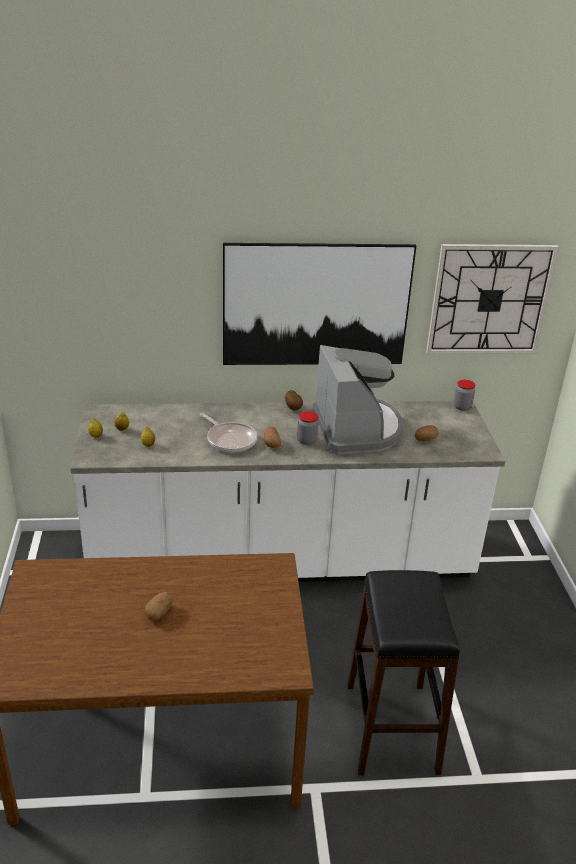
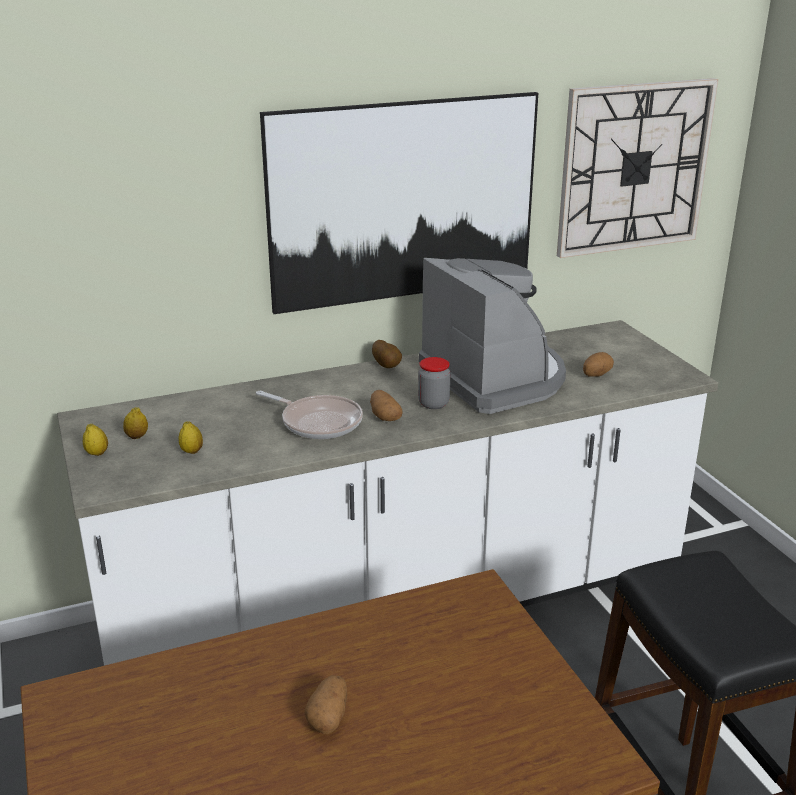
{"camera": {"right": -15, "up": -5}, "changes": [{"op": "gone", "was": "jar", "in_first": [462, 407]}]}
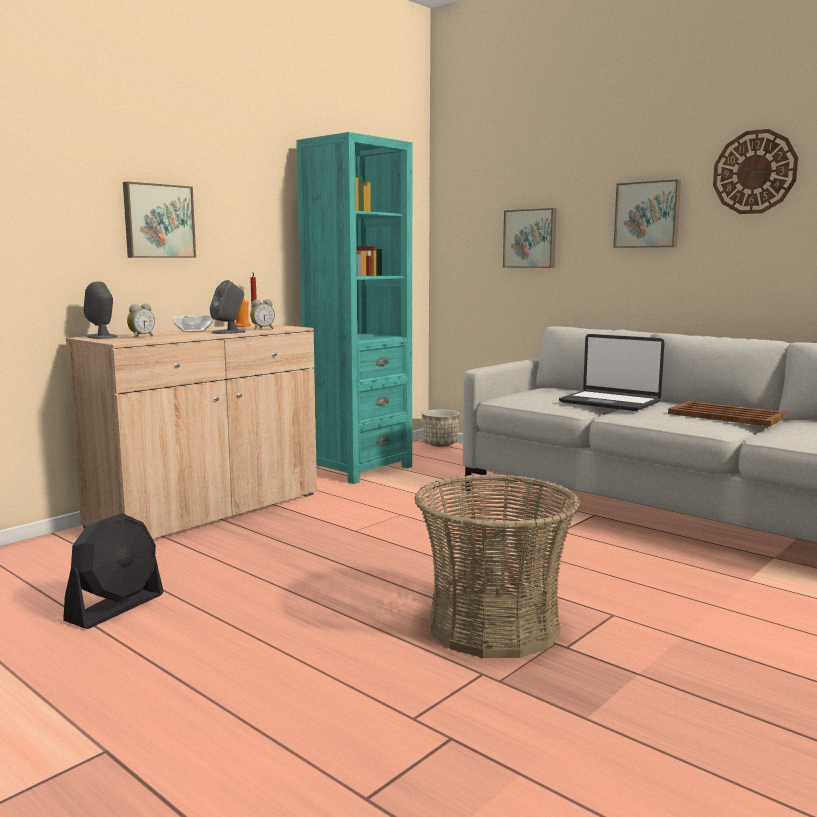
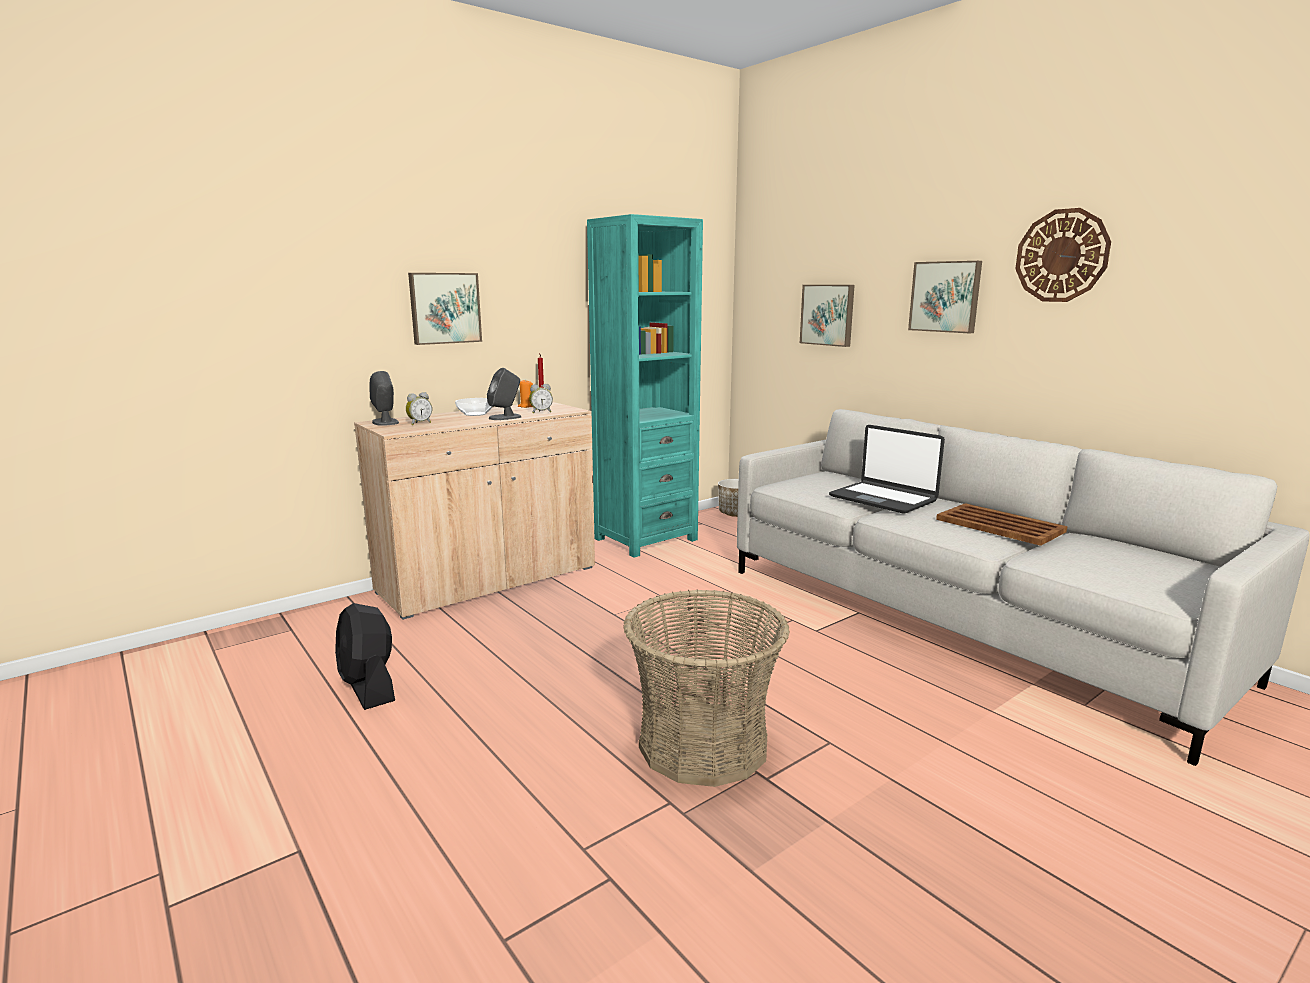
{"camera": {"right": 10, "up": 5}, "changes": [{"op": "rotated", "was": "black fan", "in_first": [116, 607], "in_second": [368, 687], "clockwise": 105}]}
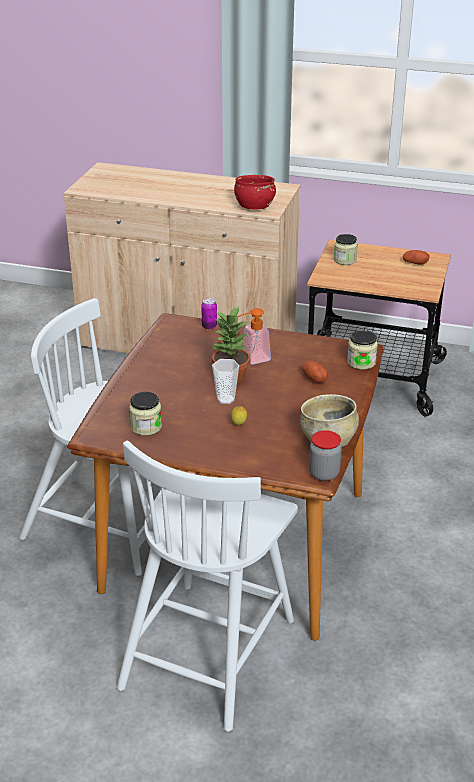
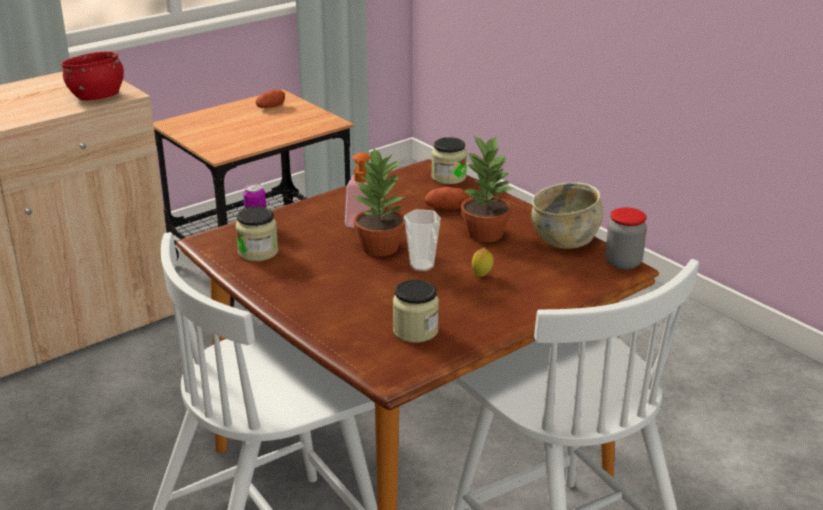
{"camera": {"right": -55, "up": -5}, "changes": [{"op": "shifted", "was": "jar", "in_first": [344, 260], "in_second": [258, 252]}, {"op": "new", "now": "potted plant", "in_second": [485, 233]}]}
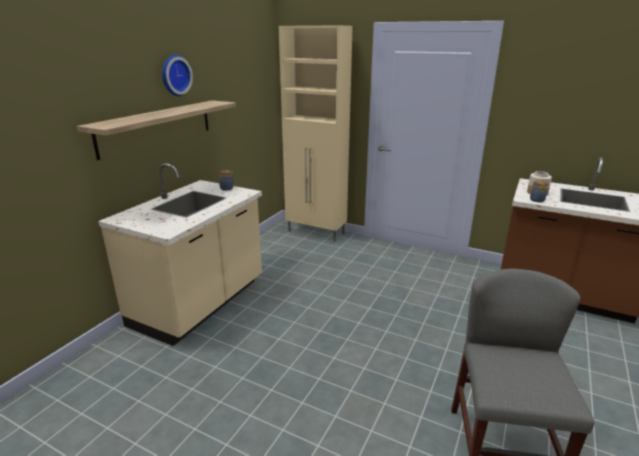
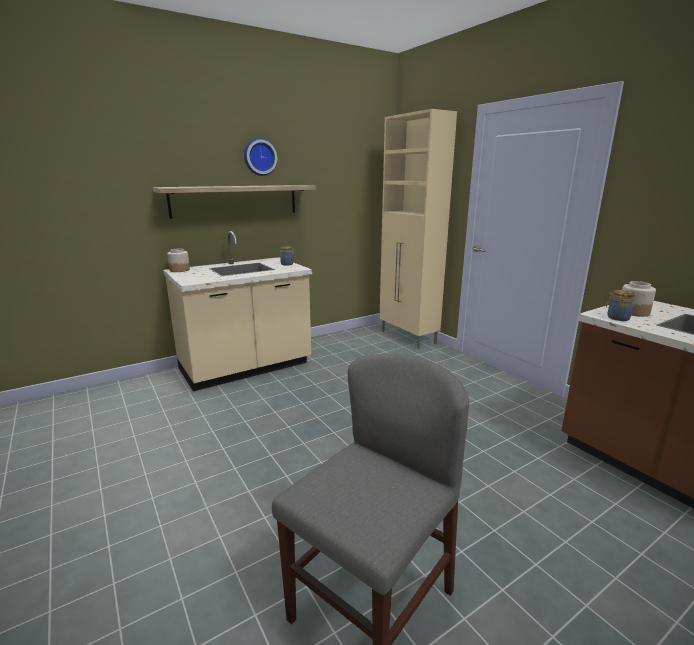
{"camera": {"right": 30, "up": -5}, "changes": [{"op": "new", "now": "jar", "in_second": [180, 270]}]}
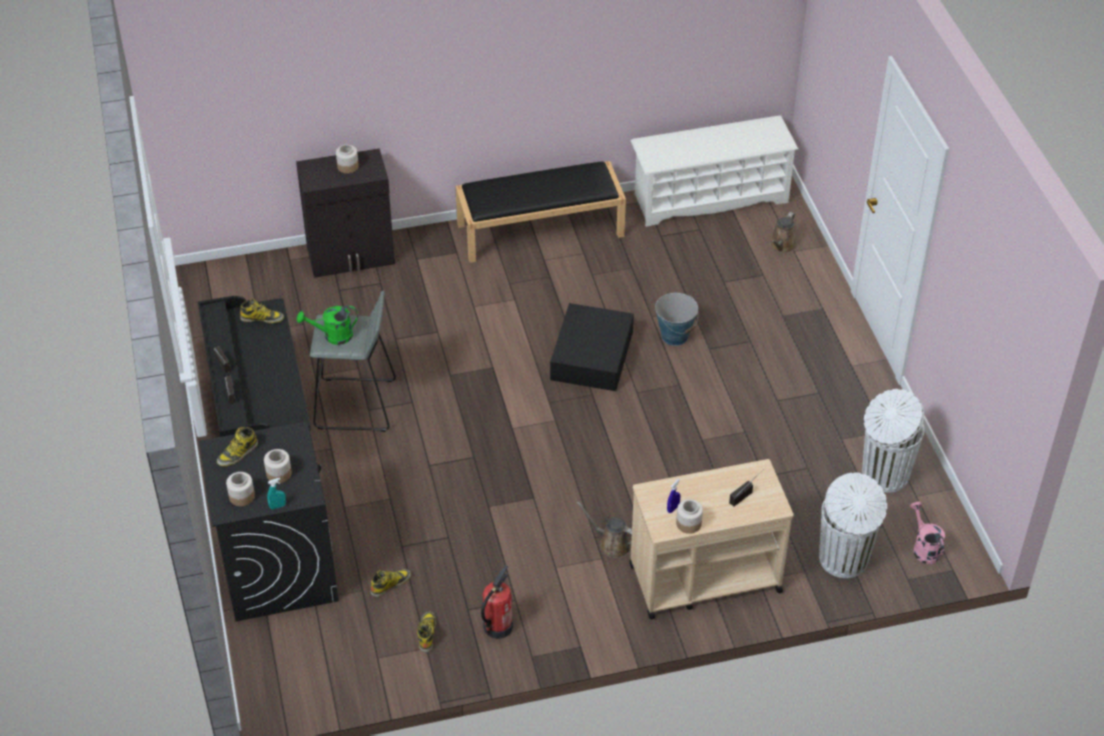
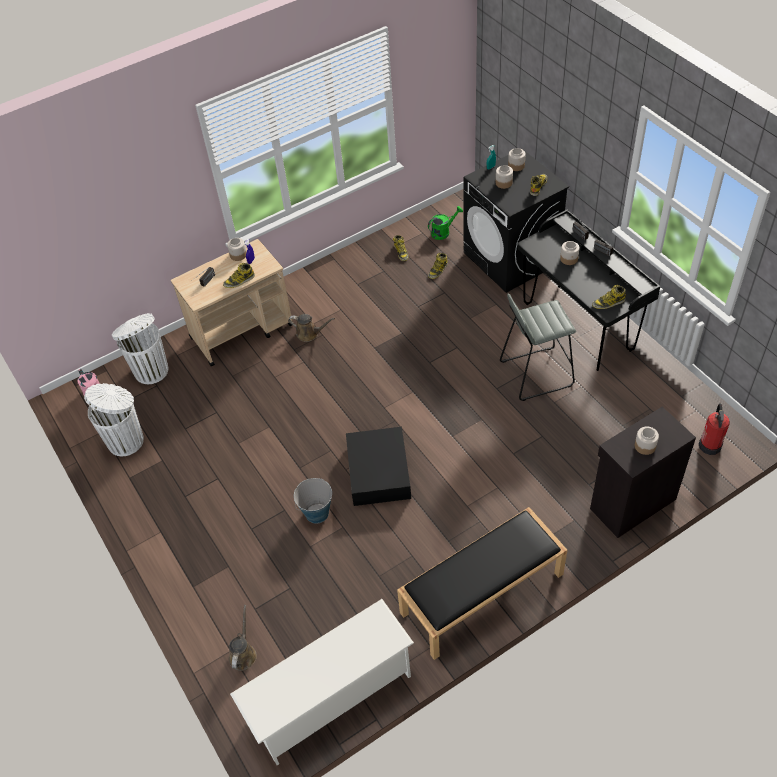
{"camera": {"right": 165, "up": 5}, "changes": [{"op": "shifted", "was": "green watering can", "in_first": [333, 336], "in_second": [443, 232]}, {"op": "shifted", "was": "fire extinguisher", "in_first": [497, 627], "in_second": [710, 445]}, {"op": "new", "now": "jar", "in_second": [569, 259]}, {"op": "new", "now": "boot", "in_second": [239, 281]}]}
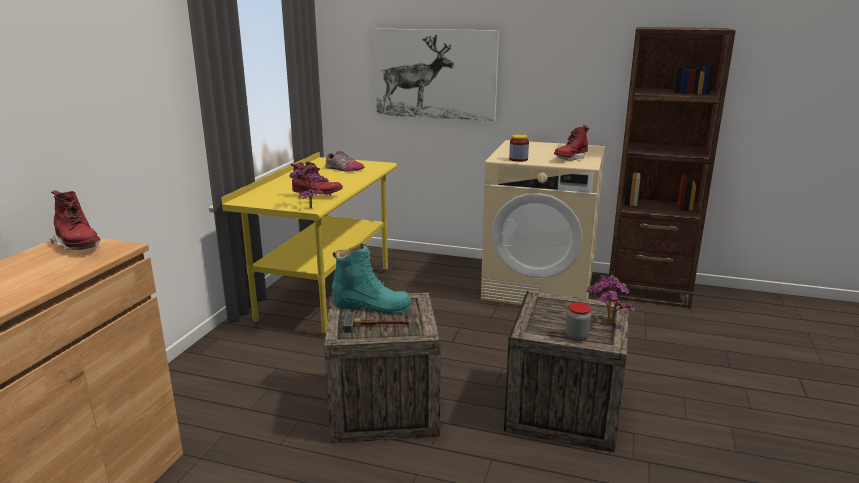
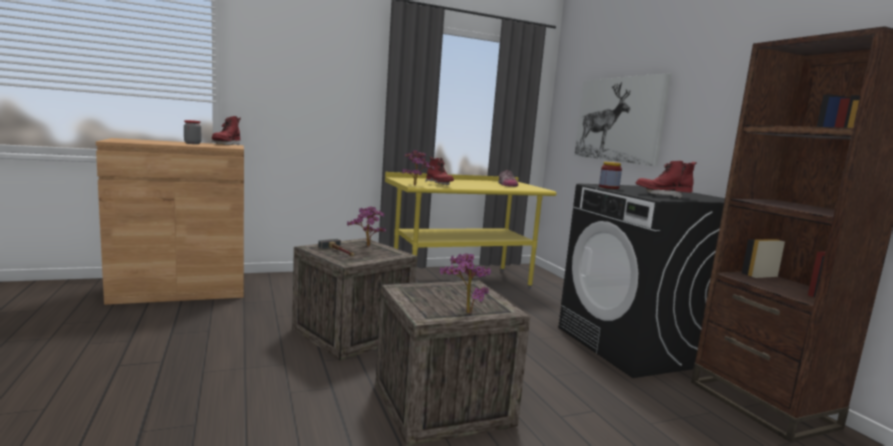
{"camera": {"right": 50, "up": -10}, "changes": [{"op": "repainted", "was": "beige washing machine", "now": "black washing machine", "in_first": [539, 287], "in_second": [635, 346]}, {"op": "swapped", "was": "turquoise boot", "now": "potted plant", "in_first": [371, 306], "in_second": [367, 247]}, {"op": "shifted", "was": "jar", "in_first": [576, 337], "in_second": [192, 143]}]}
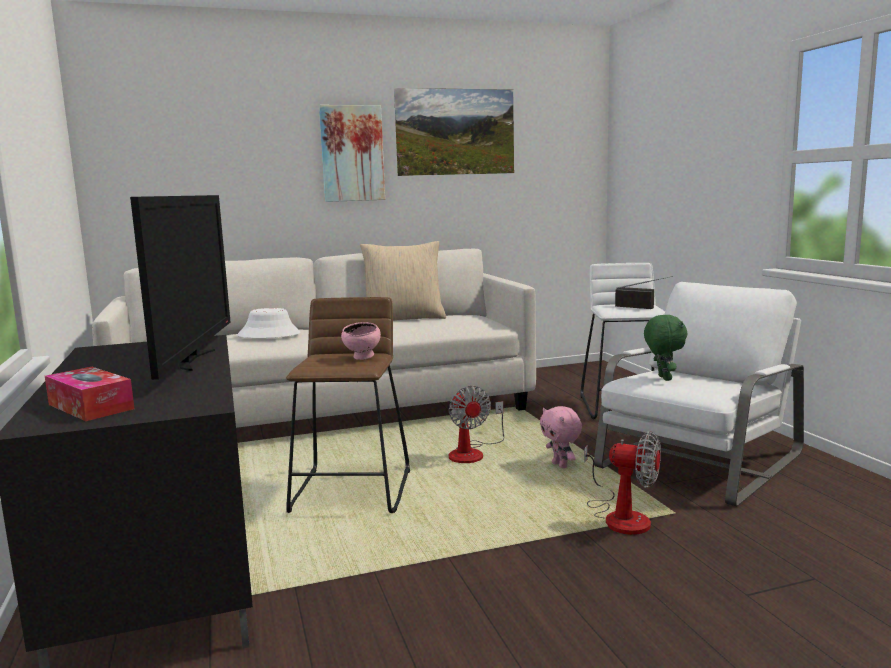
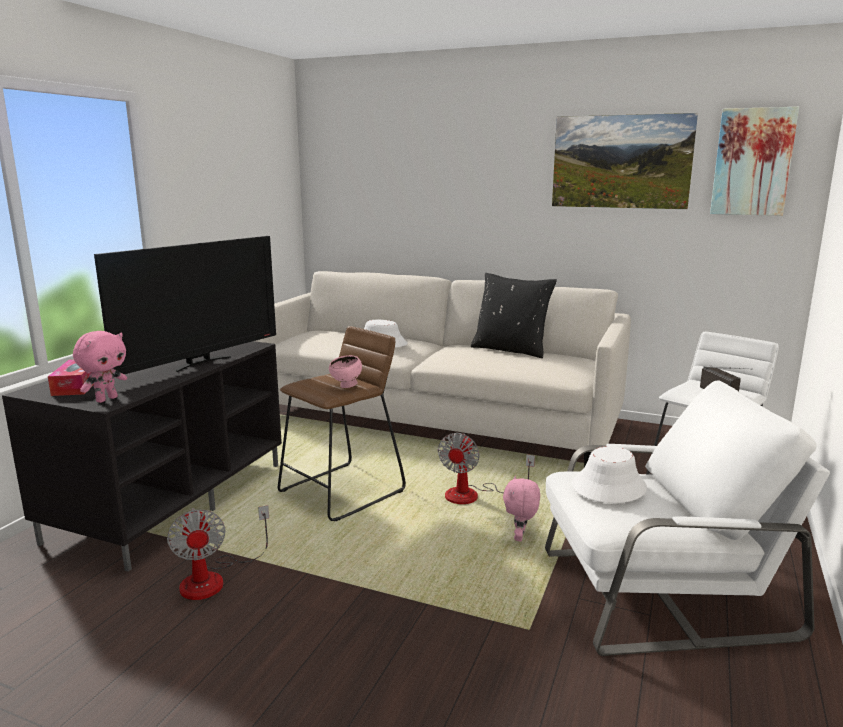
{"camera": {"right": 40, "up": 5}, "changes": [{"op": "shifted", "was": "picture", "in_first": [352, 153], "in_second": [752, 162]}, {"op": "repainted", "was": "beige pillow", "now": "black pillow", "in_first": [404, 318], "in_second": [511, 349]}, {"op": "swapped", "was": "green plush toy", "now": "white hat", "in_first": [663, 378], "in_second": [608, 487]}, {"op": "shifted", "was": "fan", "in_first": [620, 516], "in_second": [214, 578]}, {"op": "new", "now": "pink plush toy", "in_second": [106, 399]}]}
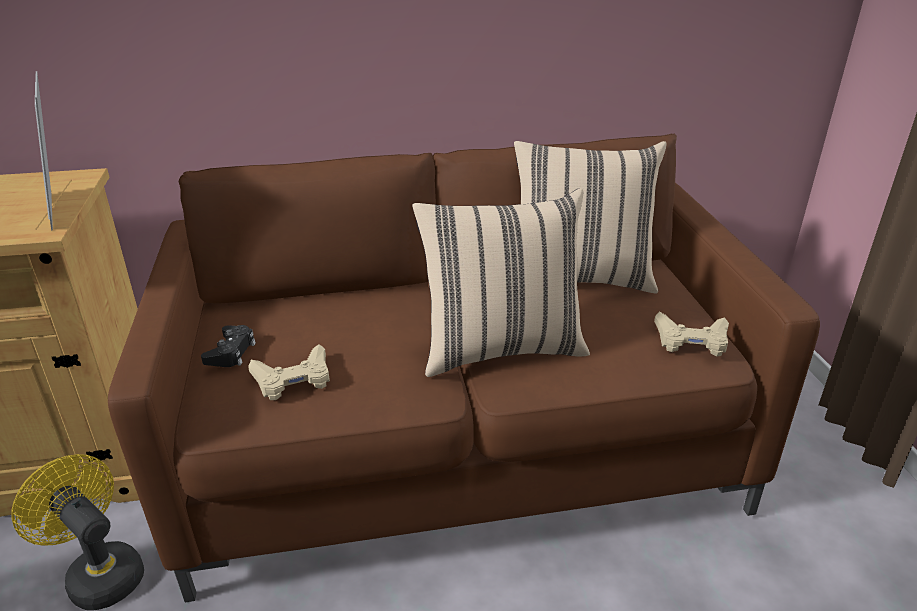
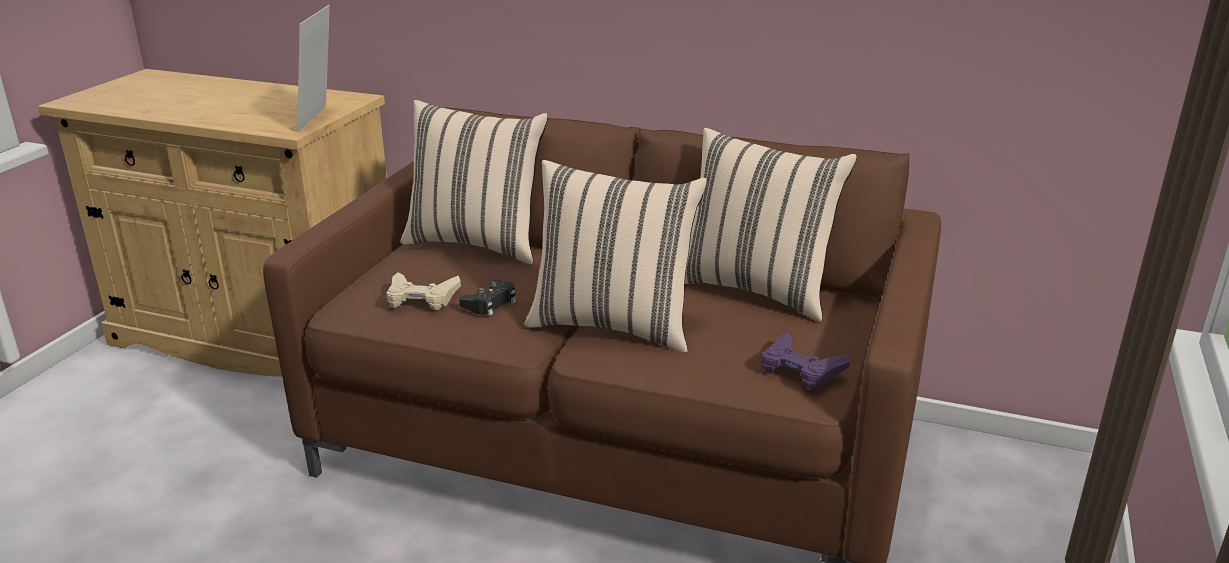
{"camera": {"right": 30, "up": -5}, "changes": [{"op": "repainted", "was": "beige game controller", "now": "purple game controller", "in_first": [691, 340], "in_second": [801, 368]}, {"op": "shifted", "was": "black game controller", "in_first": [231, 352], "in_second": [490, 303]}, {"op": "gone", "was": "yellow fan", "in_first": [99, 573]}, {"op": "new", "now": "beige pillow", "in_second": [477, 243]}]}
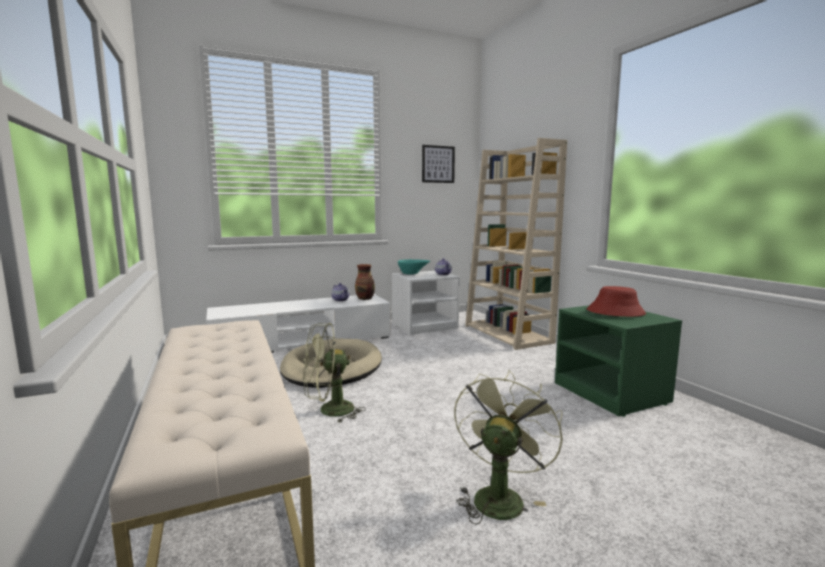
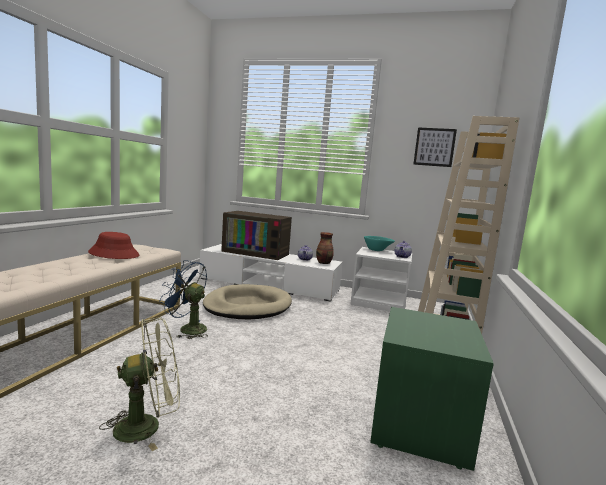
{"camera": {"right": 40, "up": 0}, "changes": [{"op": "shifted", "was": "red hat", "in_first": [615, 312], "in_second": [114, 254]}, {"op": "repainted", "was": "green fan", "now": "blue fan", "in_first": [329, 411], "in_second": [187, 329]}, {"op": "new", "now": "television", "in_second": [257, 252]}]}
